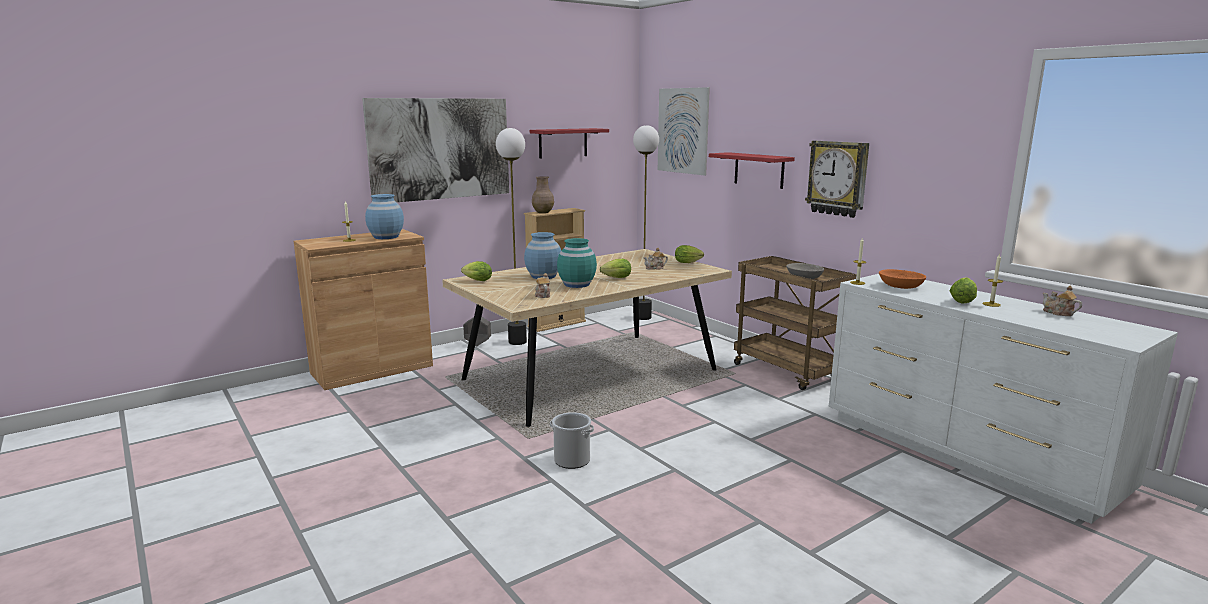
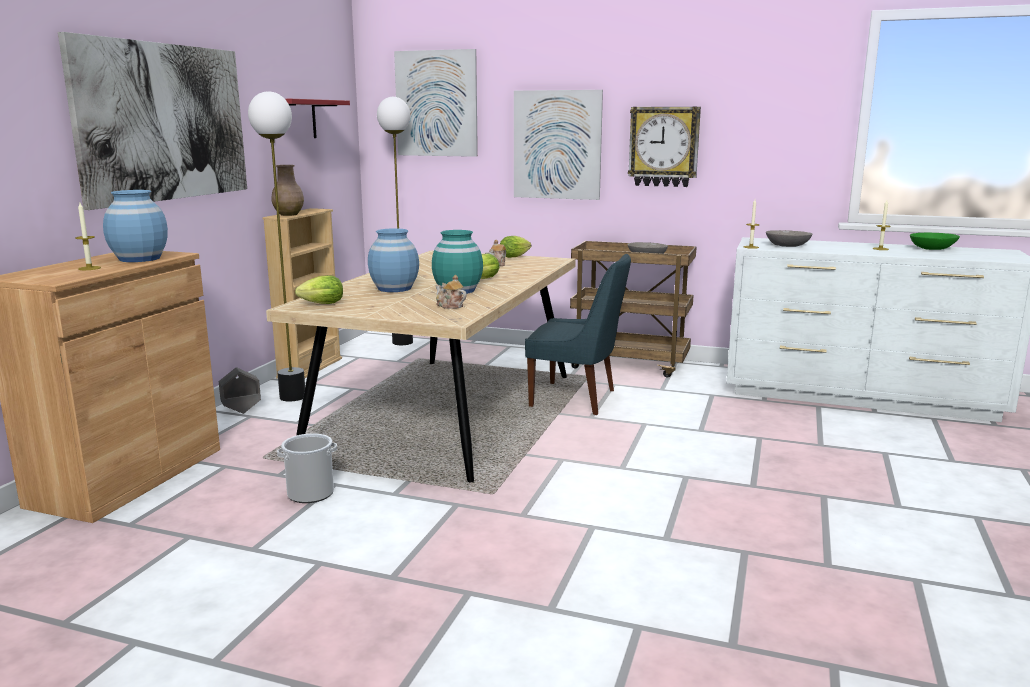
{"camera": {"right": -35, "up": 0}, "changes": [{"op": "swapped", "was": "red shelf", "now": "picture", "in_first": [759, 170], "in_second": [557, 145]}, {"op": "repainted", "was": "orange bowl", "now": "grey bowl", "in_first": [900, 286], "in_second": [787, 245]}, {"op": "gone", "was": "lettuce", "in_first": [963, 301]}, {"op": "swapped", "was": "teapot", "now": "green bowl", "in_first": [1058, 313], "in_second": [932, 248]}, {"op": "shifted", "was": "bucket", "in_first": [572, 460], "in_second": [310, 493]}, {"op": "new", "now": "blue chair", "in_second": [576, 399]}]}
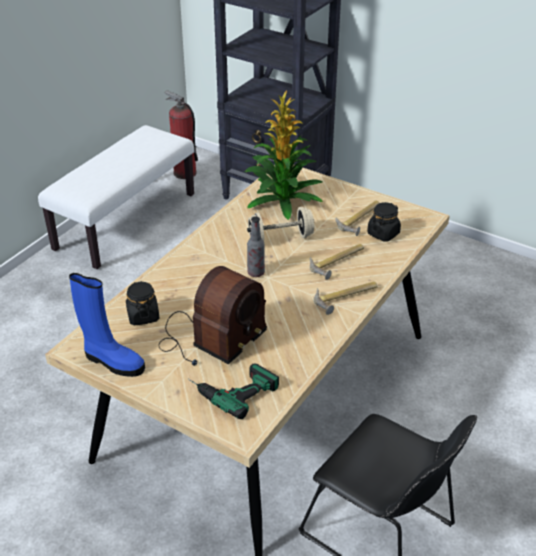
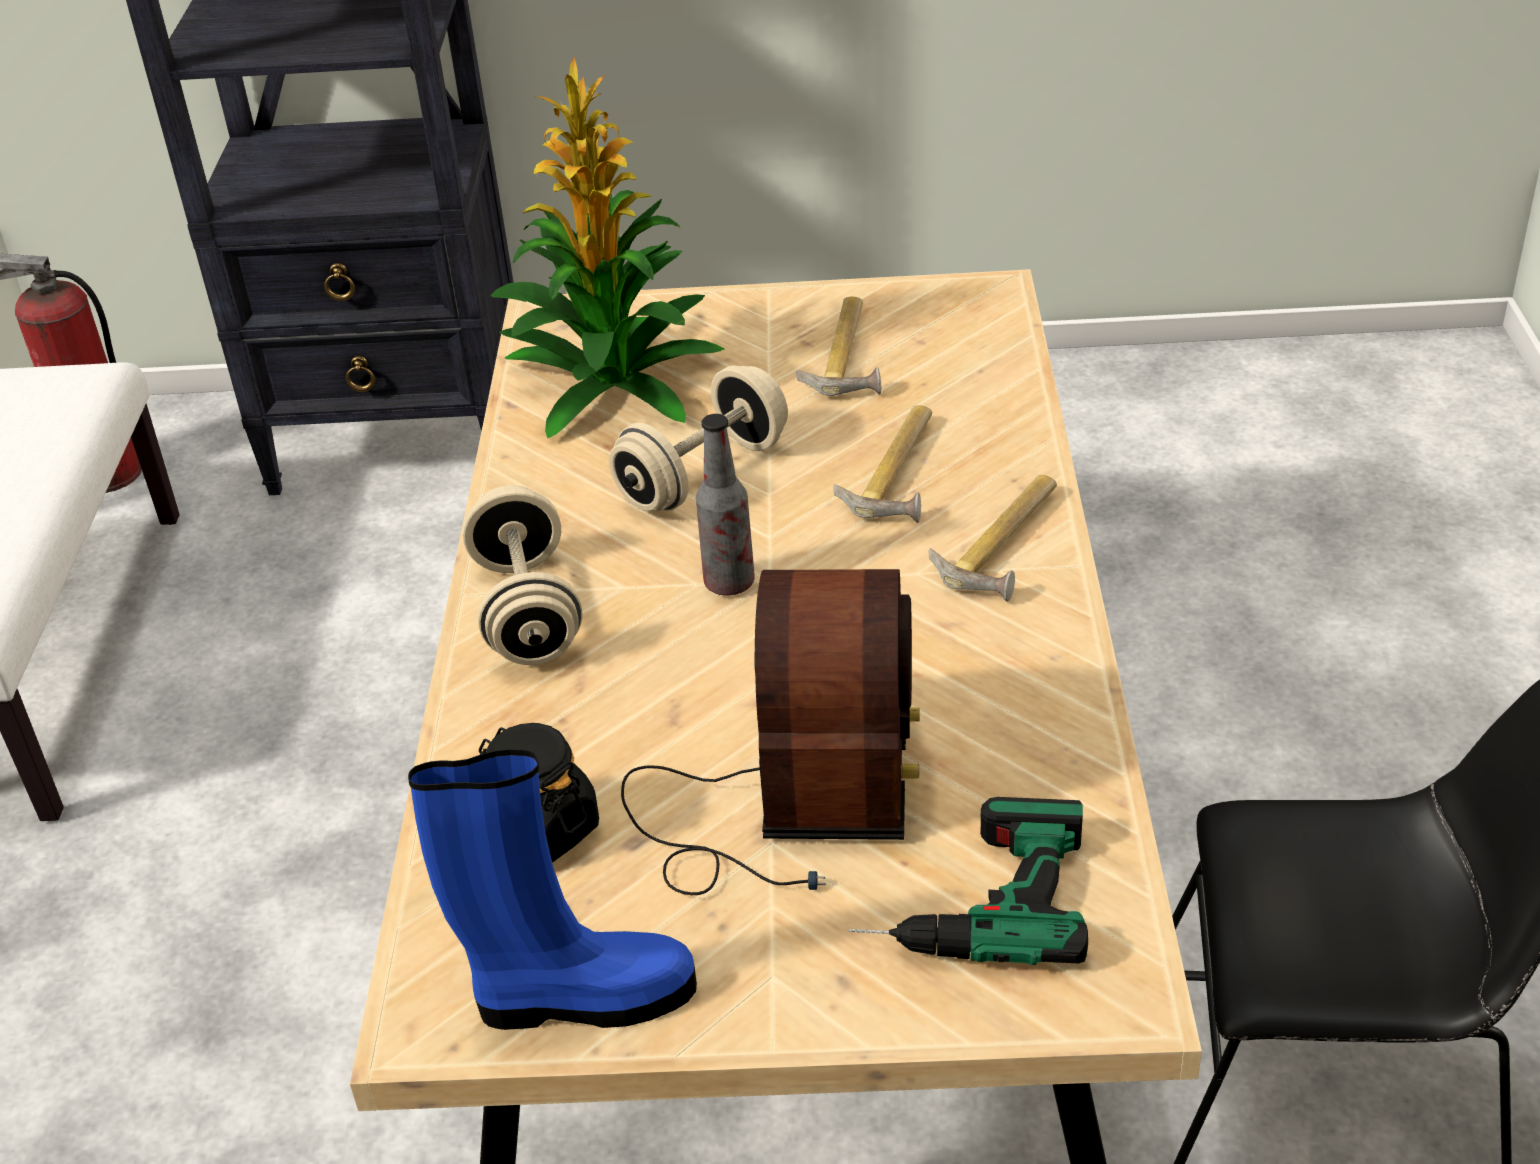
{"camera": {"right": -30, "up": 0}, "changes": [{"op": "gone", "was": "black jar", "in_first": [383, 233]}, {"op": "new", "now": "beige dumbbell", "in_second": [527, 611]}]}
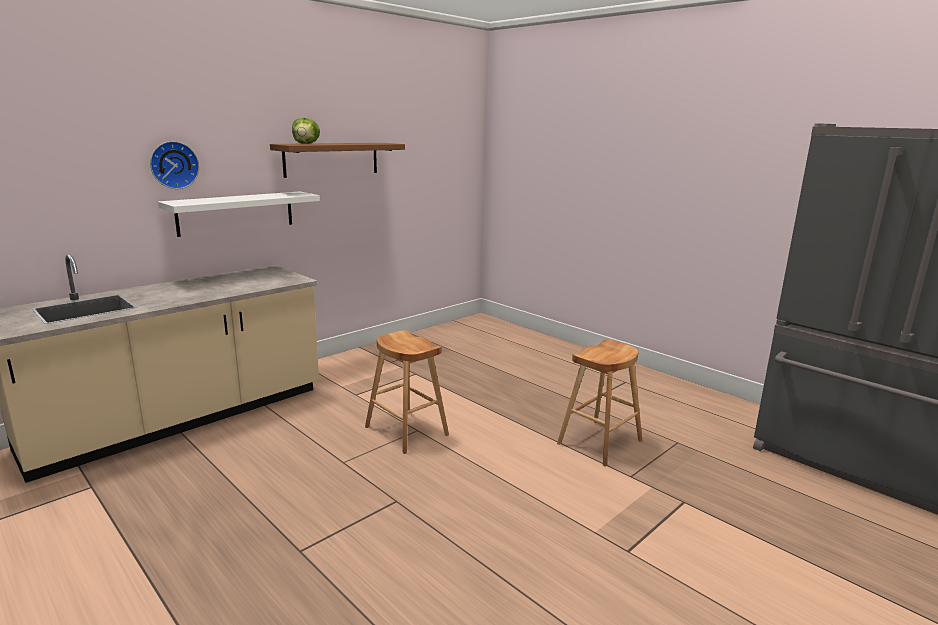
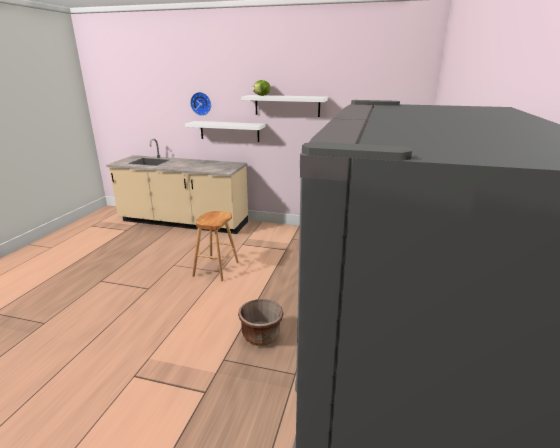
{"camera": {"right": 60, "up": 5}, "changes": [{"op": "repainted", "was": "brown shelf", "now": "white shelf", "in_first": [331, 159], "in_second": [287, 105]}, {"op": "swapped", "was": "brown stool", "now": "brown planter", "in_first": [600, 442], "in_second": [261, 335]}]}
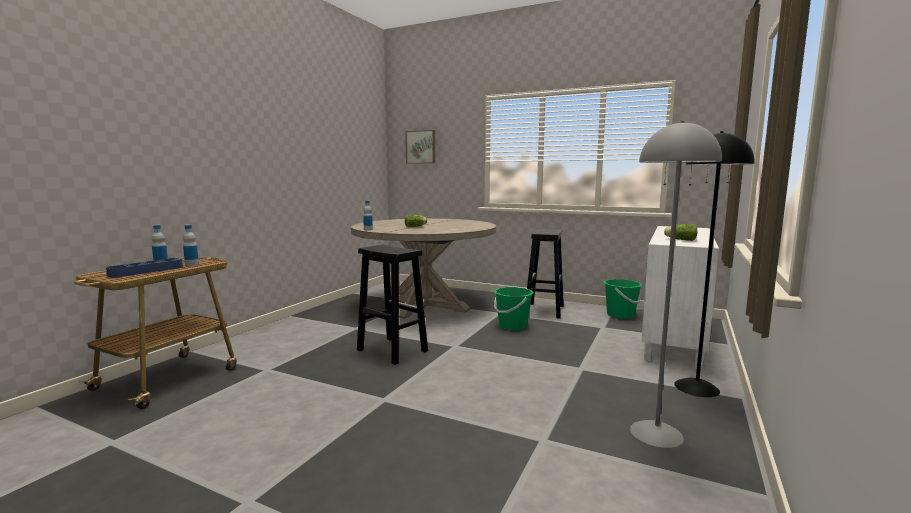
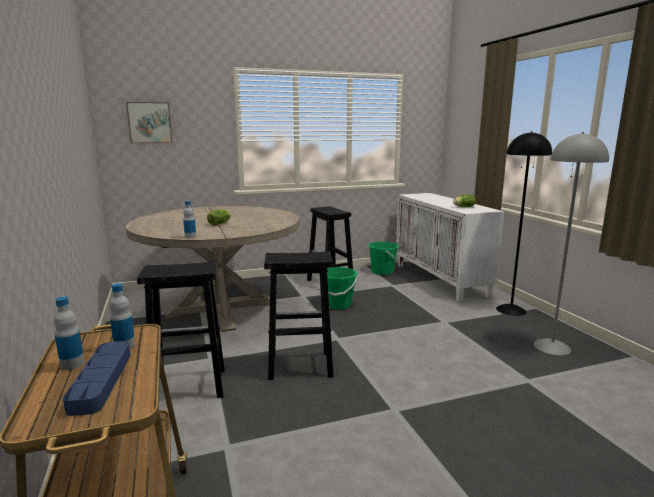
{"camera": {"right": -45, "up": 5}, "changes": [{"op": "new", "now": "black stool", "in_second": [188, 386]}]}
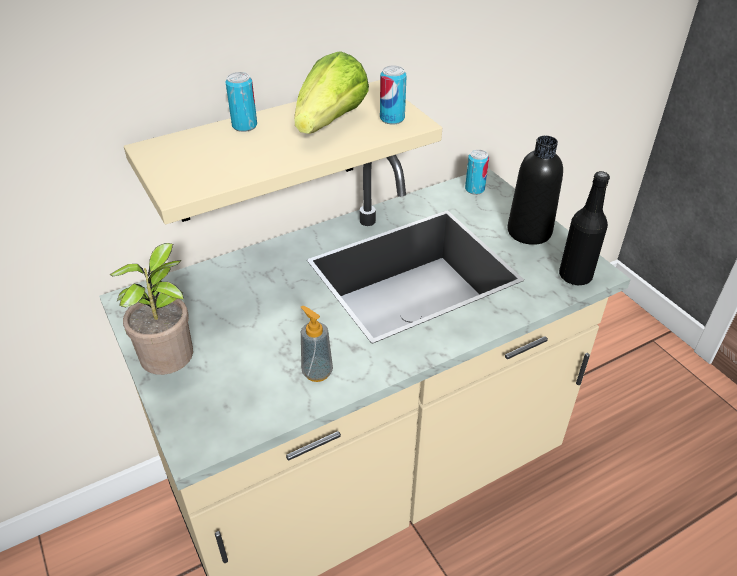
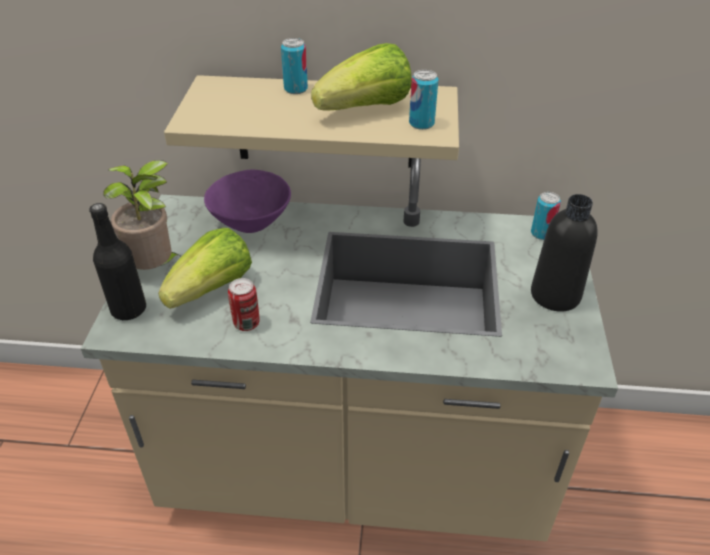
{"camera": {"right": 35, "up": 0}, "changes": [{"op": "shifted", "was": "black bottle", "in_first": [575, 276], "in_second": [129, 309]}, {"op": "swapped", "was": "soap dispenser", "now": "can", "in_first": [317, 372], "in_second": [246, 323]}, {"op": "new", "now": "purple bowl", "in_second": [252, 222]}, {"op": "new", "now": "lettuce", "in_second": [212, 289]}]}
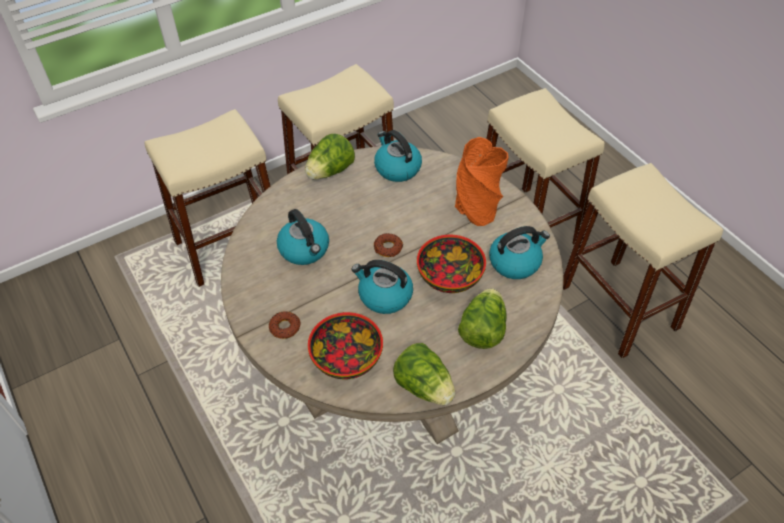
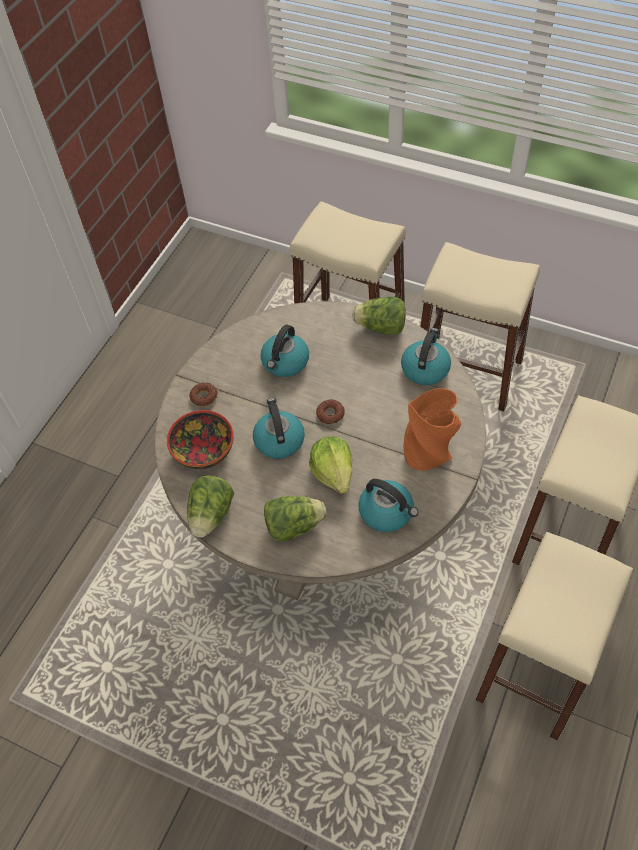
{"camera": {"right": 60, "up": 5}, "changes": [{"op": "swapped", "was": "bowl", "now": "lettuce", "in_first": [449, 276], "in_second": [333, 472]}]}
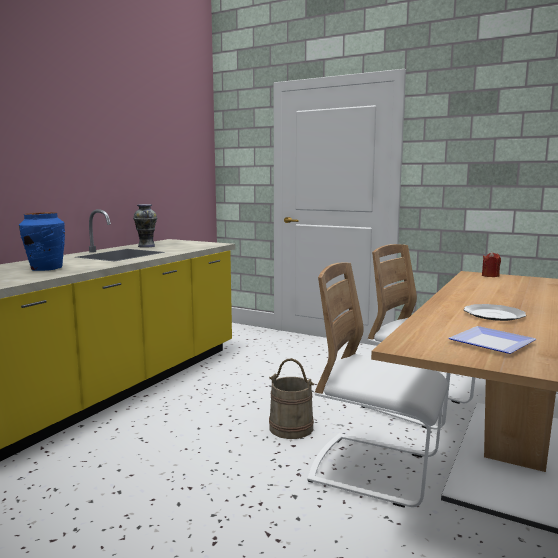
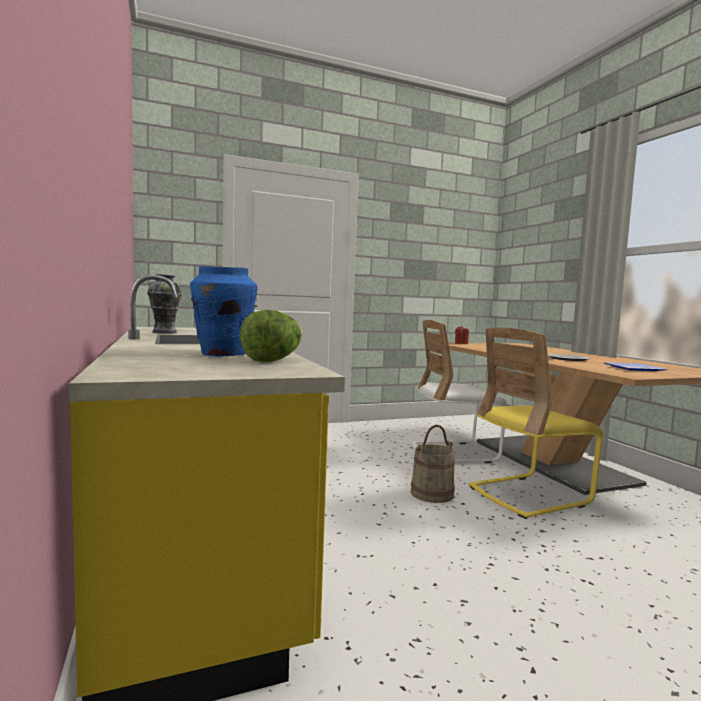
{"camera": {"right": -50, "up": -5}, "changes": [{"op": "repainted", "was": "white chair", "now": "yellow chair", "in_first": [375, 470], "in_second": [529, 495]}, {"op": "new", "now": "lettuce", "in_second": [273, 360]}]}
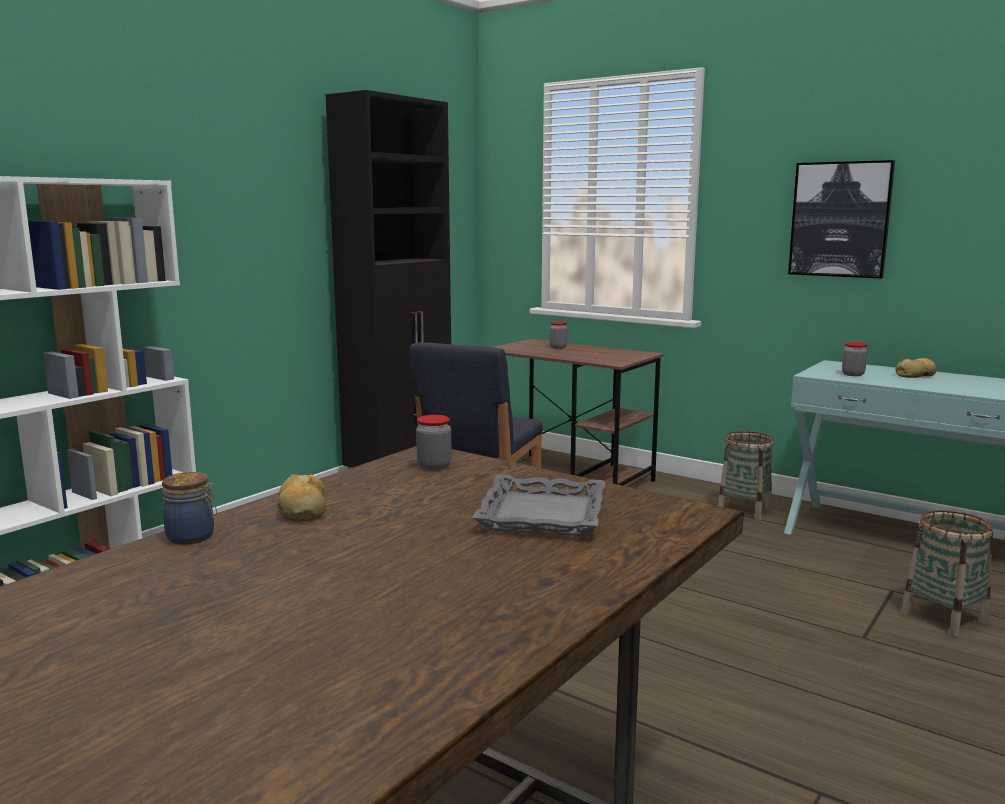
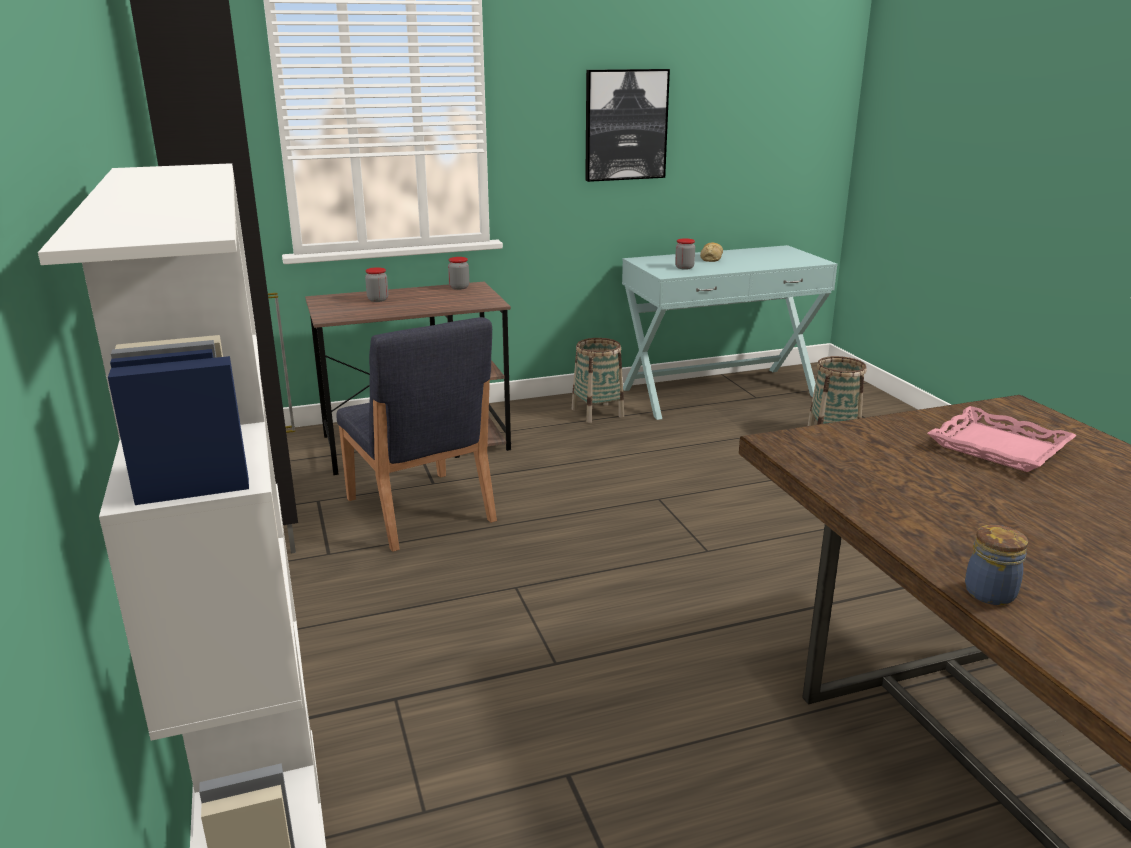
{"camera": {"right": -55, "up": 10}, "changes": [{"op": "shifted", "was": "jar", "in_first": [434, 466], "in_second": [459, 287]}, {"op": "gone", "was": "bread", "in_first": [302, 510]}, {"op": "repainted", "was": "grey tray", "now": "pink tray", "in_first": [543, 515], "in_second": [999, 447]}]}
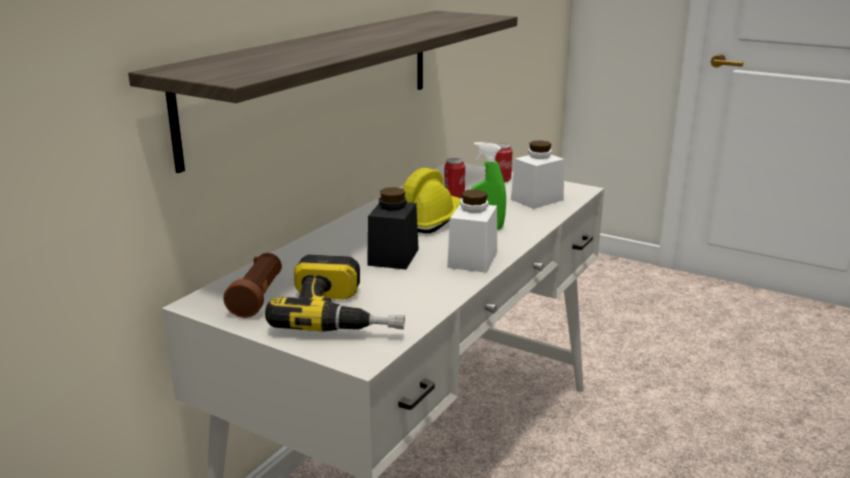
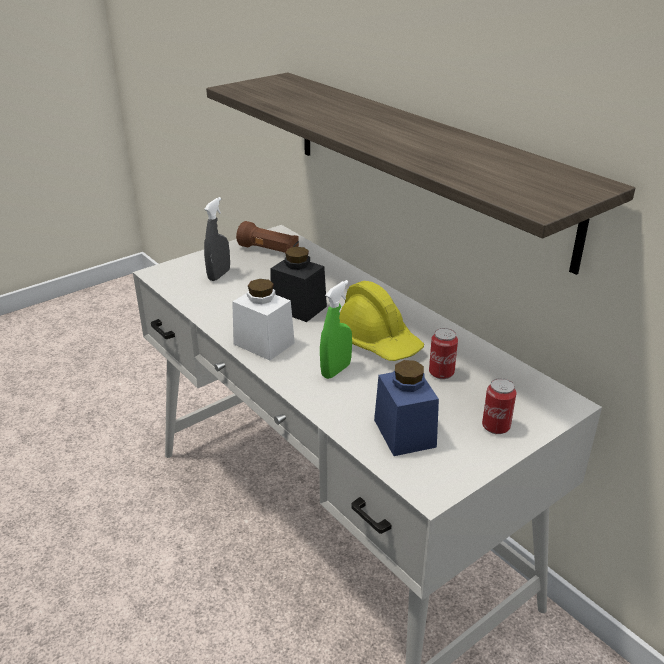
{"camera": {"right": 110, "up": 10}, "changes": [{"op": "repainted", "was": "white jar", "now": "blue jar", "in_first": [537, 199], "in_second": [404, 433]}, {"op": "swapped", "was": "power drill", "now": "grey spray bottle", "in_first": [344, 313], "in_second": [219, 275]}]}
